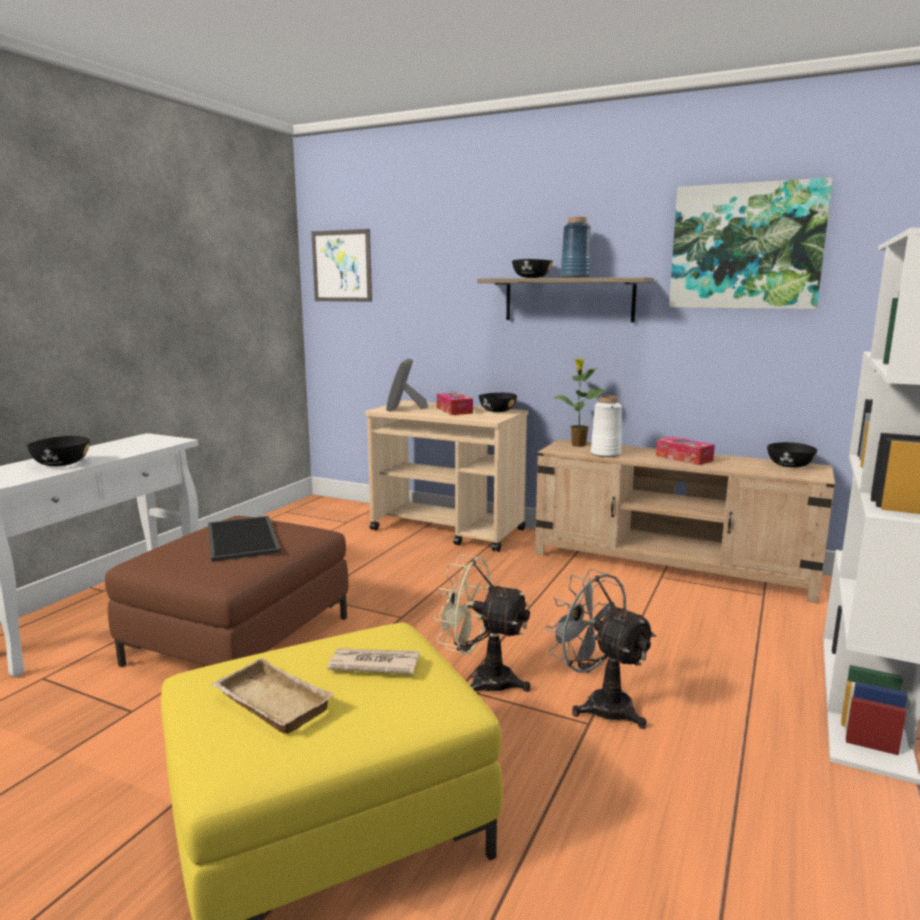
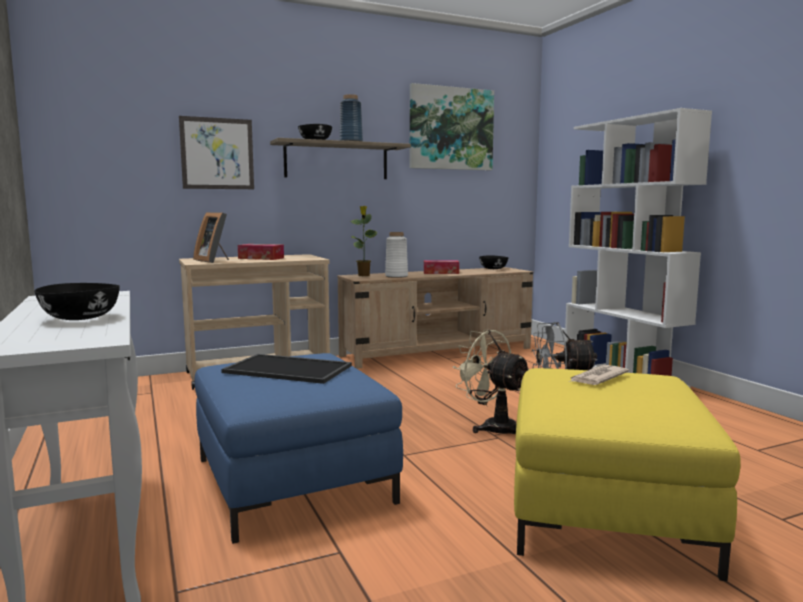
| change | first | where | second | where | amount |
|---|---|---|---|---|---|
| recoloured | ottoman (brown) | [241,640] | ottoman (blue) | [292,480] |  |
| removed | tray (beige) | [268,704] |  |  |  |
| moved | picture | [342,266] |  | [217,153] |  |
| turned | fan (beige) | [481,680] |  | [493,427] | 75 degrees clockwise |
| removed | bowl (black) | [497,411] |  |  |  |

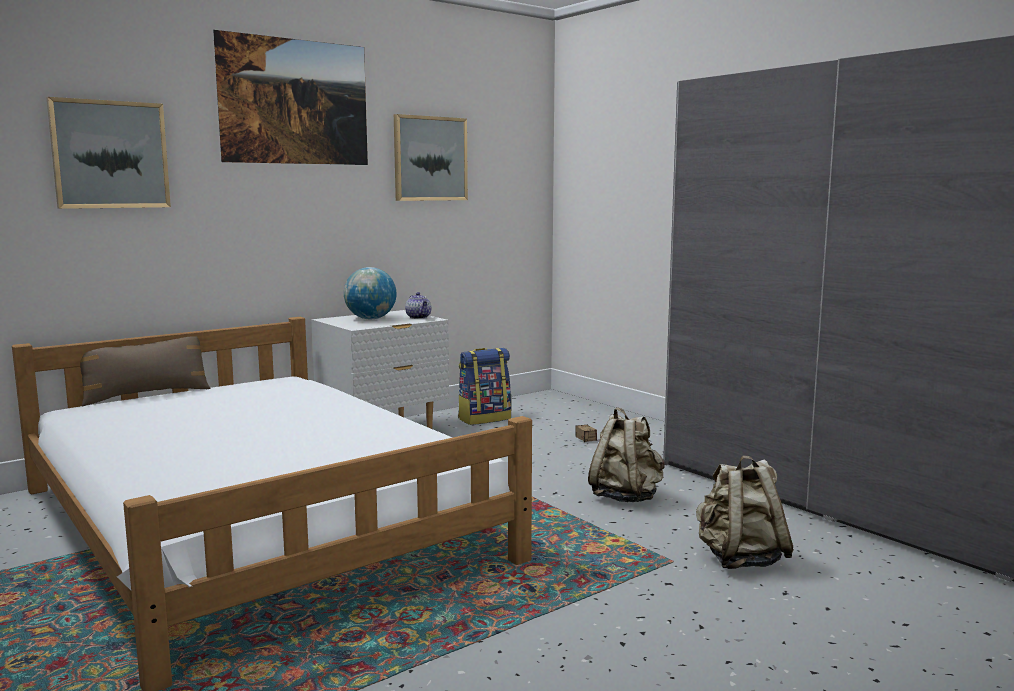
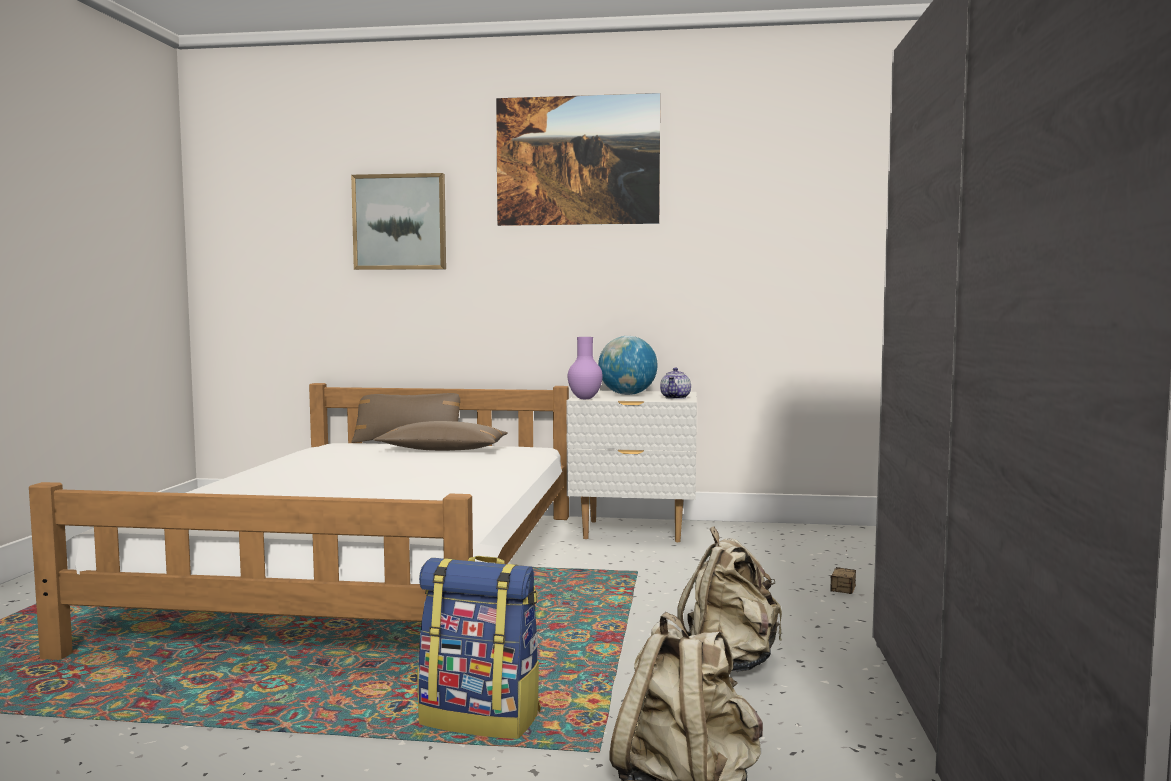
| change | first | where | second | where | amount |
|---|---|---|---|---|---|
| removed | picture | [430,159] |  |  |  |
| moved | backpack | [484,418] |  | [482,718] |  |
| added |  |  | pillow (brown) | [443,450] |  |
| added |  |  | vase (purple) | [584,398] |  |

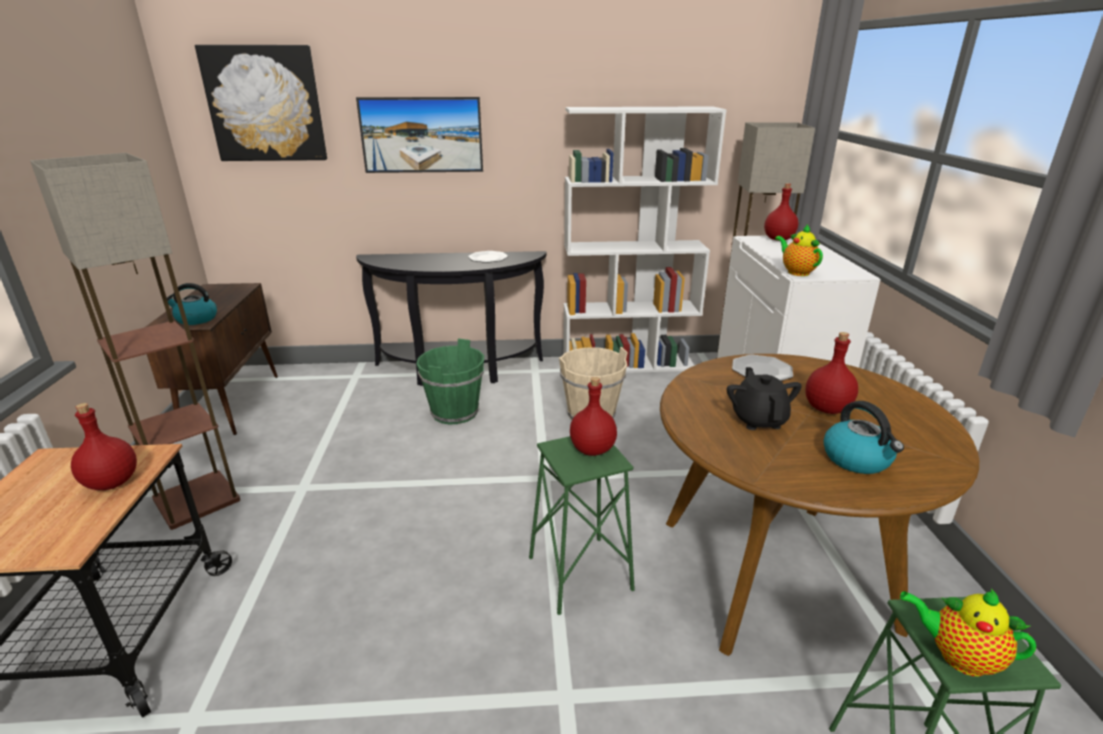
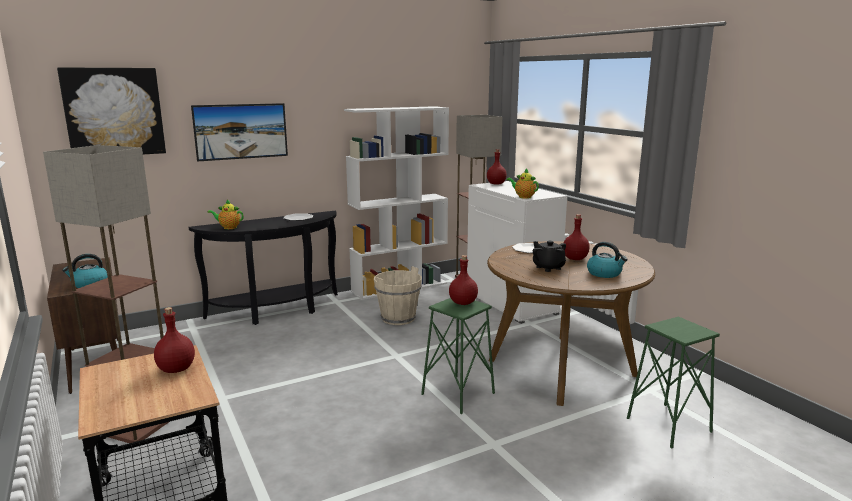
| change | first | where | second | where | amount |
|---|---|---|---|---|---|
| removed | bucket (green) | [455,412] |  |  |  |
| moved | teapot | [957,656] |  | [228,227] |  |

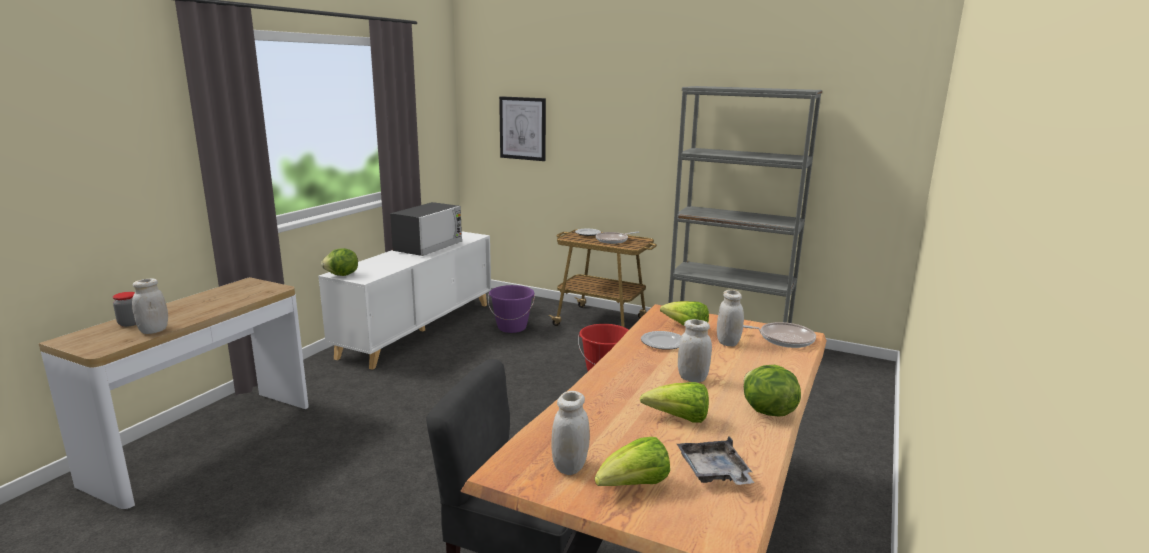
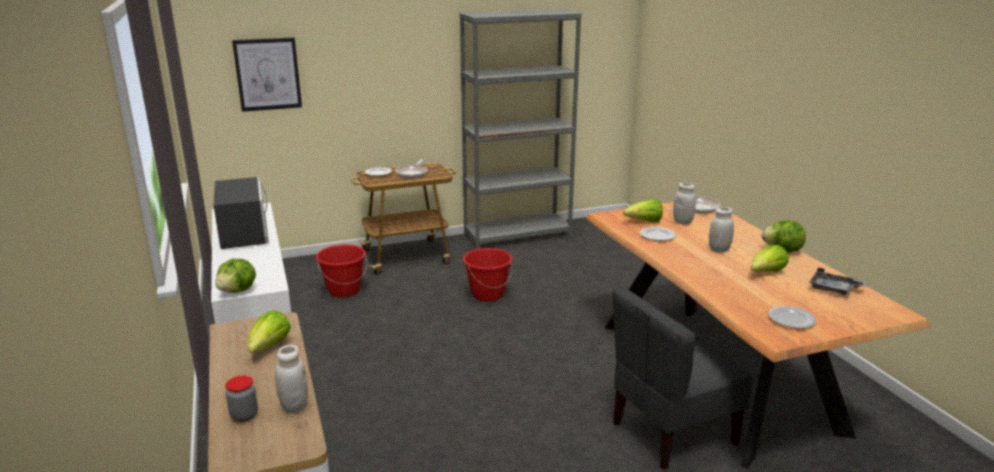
| change | first | where | second | where | amount |
|---|---|---|---|---|---|
| recoloured | bucket (purple) | [512,327] | bucket (red) | [344,291] |  |
| replaced | jar (white) | [570,466] | plate | [791,320] |  |
| moved | lettuce | [634,486] |  | [269,347] |  |

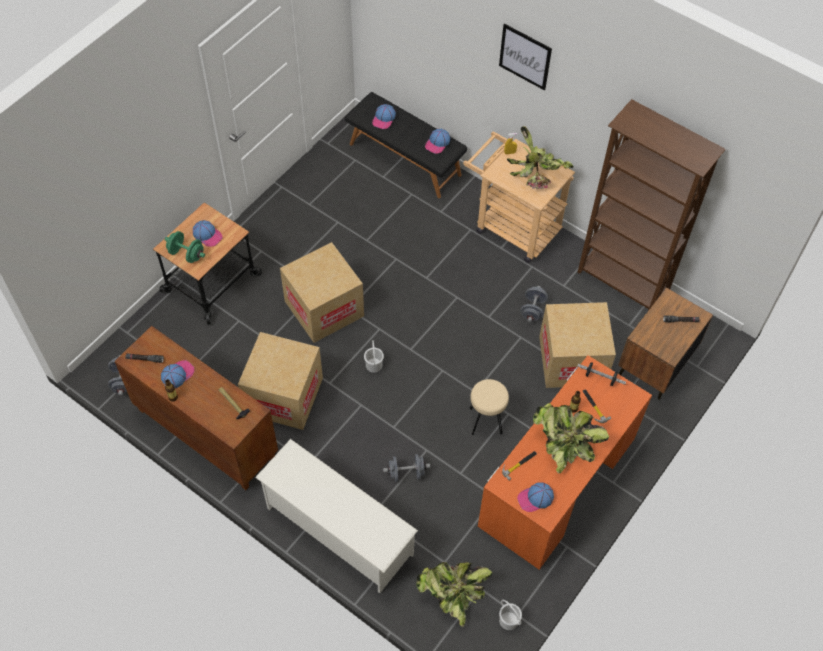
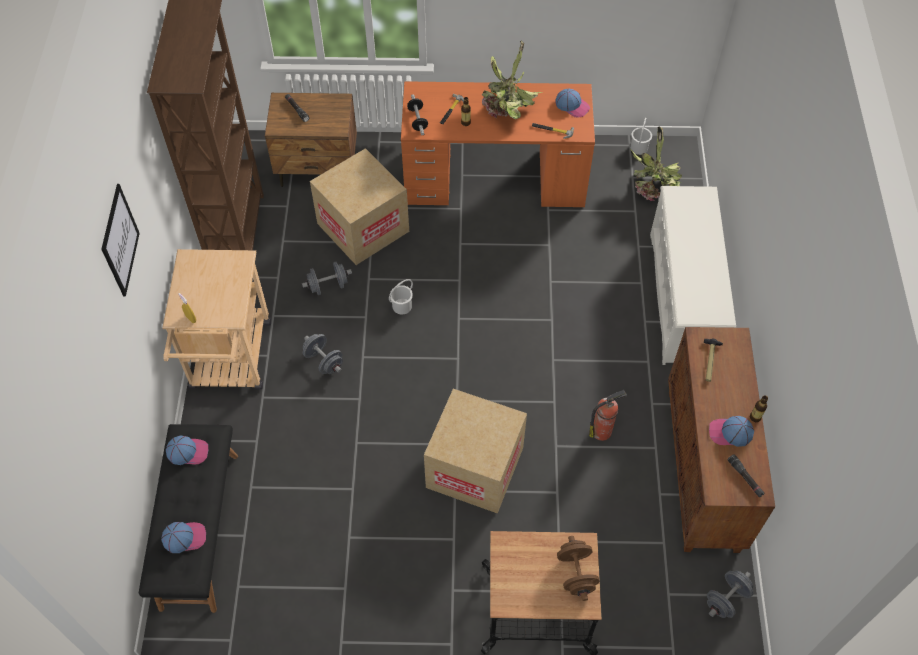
| change | first | where | second | where | amount |
|---|---|---|---|---|---|
| recoloured | dumbbell (green) | [186,254] | dumbbell (brown) | [576,573] |  |
| removed | cap | [207,235] |  |  |  |
| replaced | cardboard box | [284,396] | fire extinguisher | [602,431] |  |
| moved | bucket (white) | [373,365] |  | [402,306] |  |
| moved | dumbbell (grey) | [406,473] |  | [324,361] |  |
| removed | stool (beige) | [486,420] |  |  |  |
| removed | potted plant | [537,178] |  |  |  |

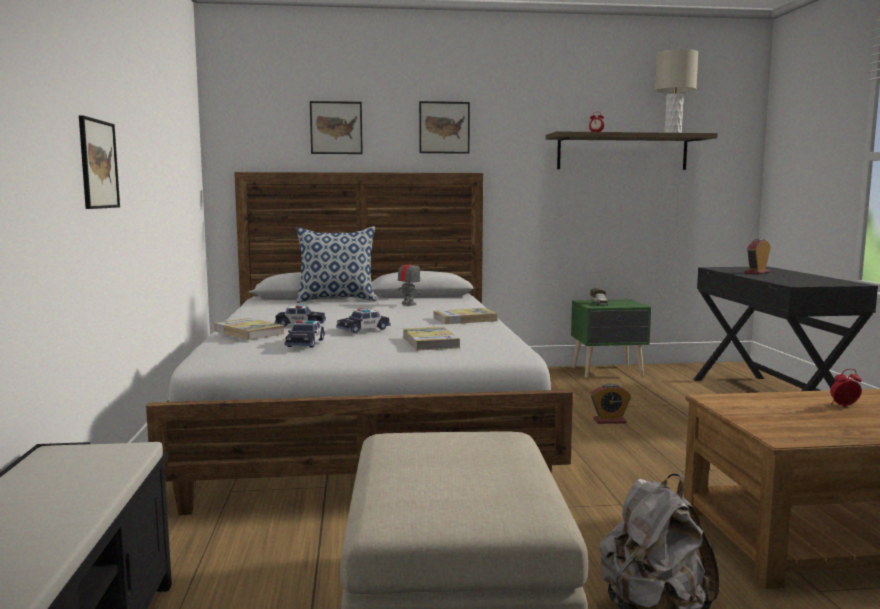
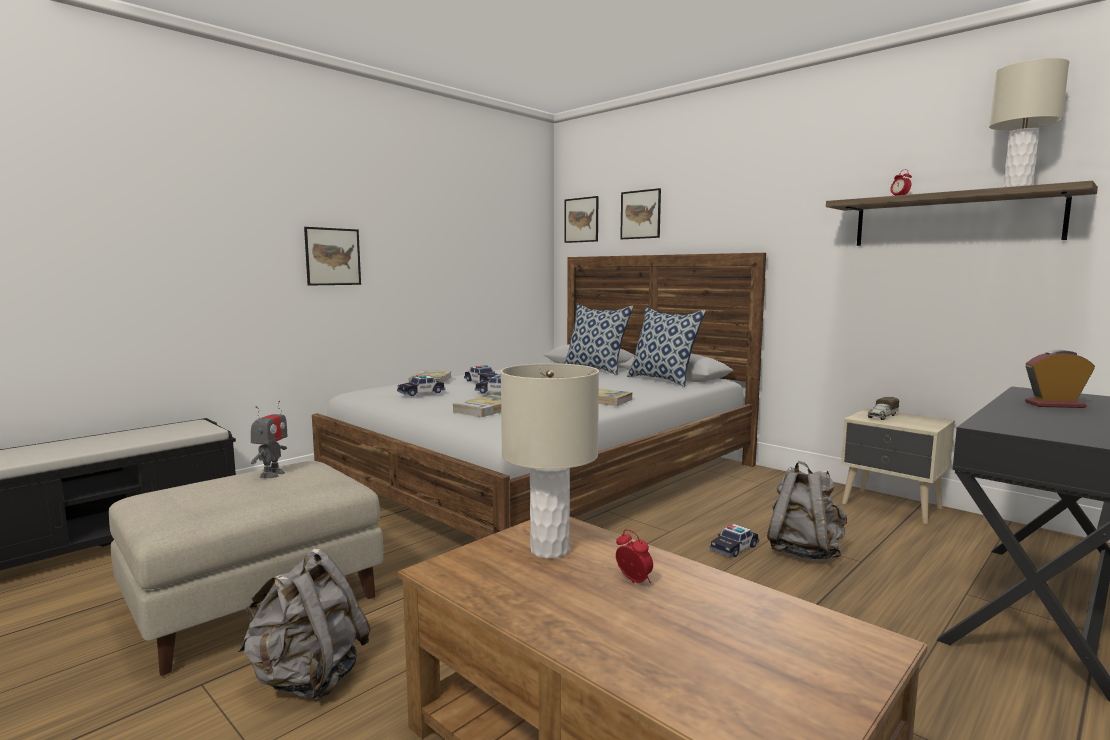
| change | first | where | second | where | amount |
|---|---|---|---|---|---|
| moved | toy robot | [409,304] |  | [272,474] |  |
| moved | picture | [444,127] |  | [581,220] |  |
| recoloured | nightstand (green) | [608,372] | nightstand (beige) | [892,507] |  |
| replaced | alarm clock | [609,421] | toy car | [734,548] |  |
| added |  |  | table lamp (beige) | [549,550] |  |
| added |  |  | pillow | [663,380] |  |
| added |  |  | backpack (grey) | [803,552] |  |

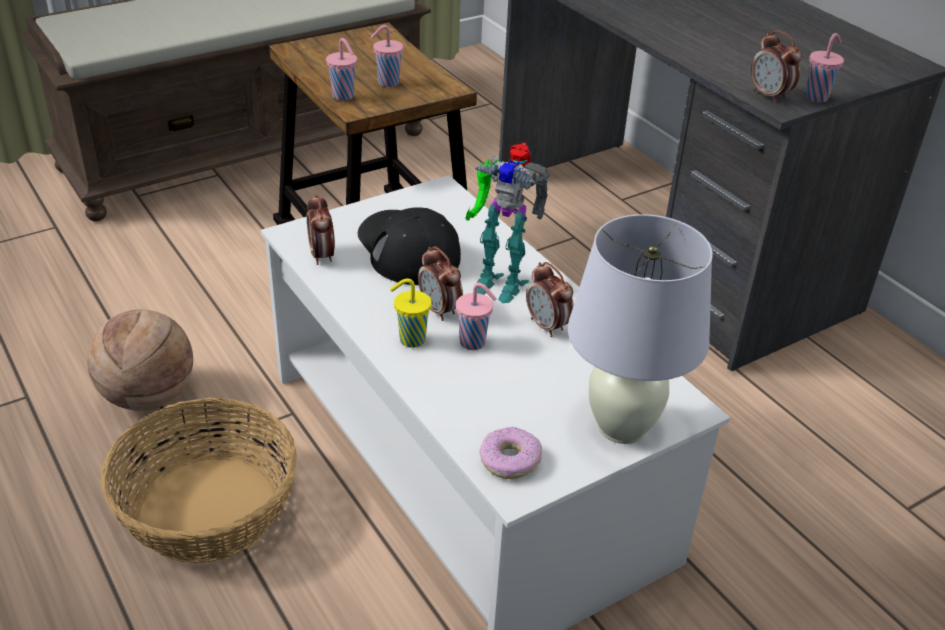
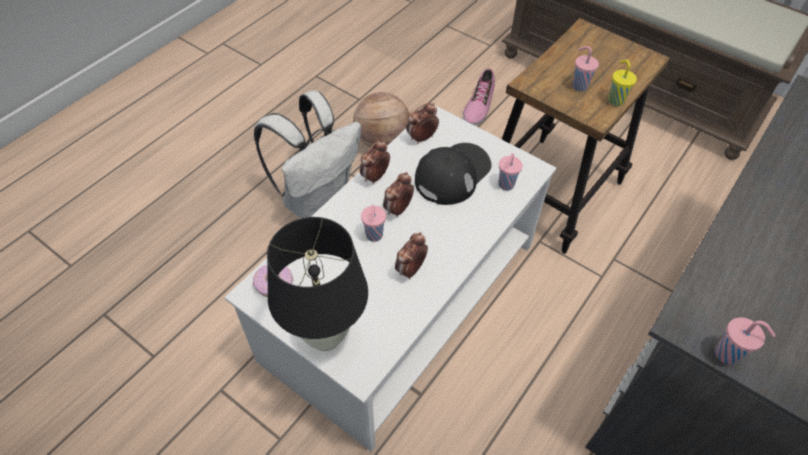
| change | first | where | second | where | amount |
|---|---|---|---|---|---|
| replaced | basket | [206,508] | backpack (white) | [317,198] |  |
| moved | cup (pink) | [344,96] |  | [505,185] |  |
| moved | cup (yellow) | [410,340] |  | [615,100] |  |
| removed | toy robot | [498,281] |  |  |  |
| recoloured | table lamp (white) | [622,427] | table lamp (black) | [326,336] |  |
| moved | alarm clock | [769,95] |  | [375,177] |  |
| added |  |  | shoe | [478,104] |  |

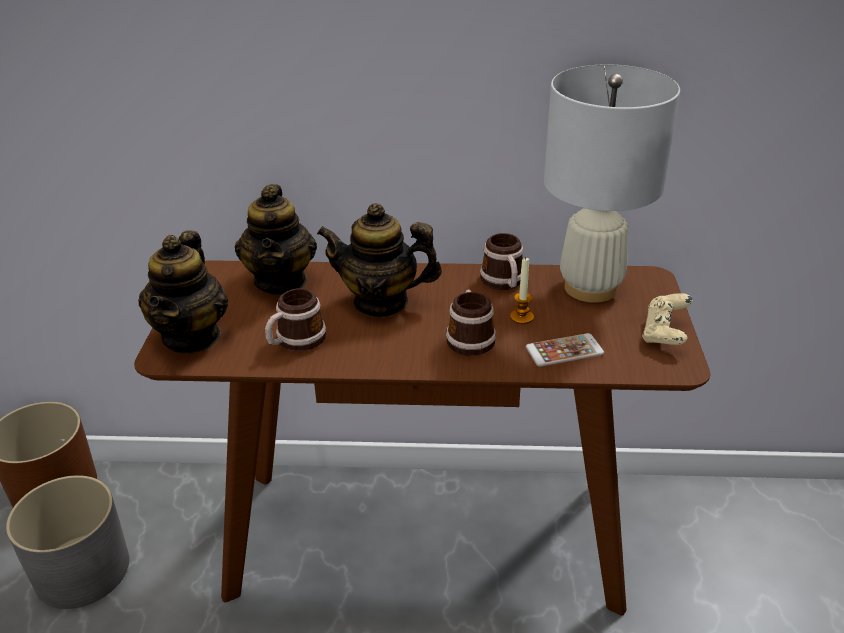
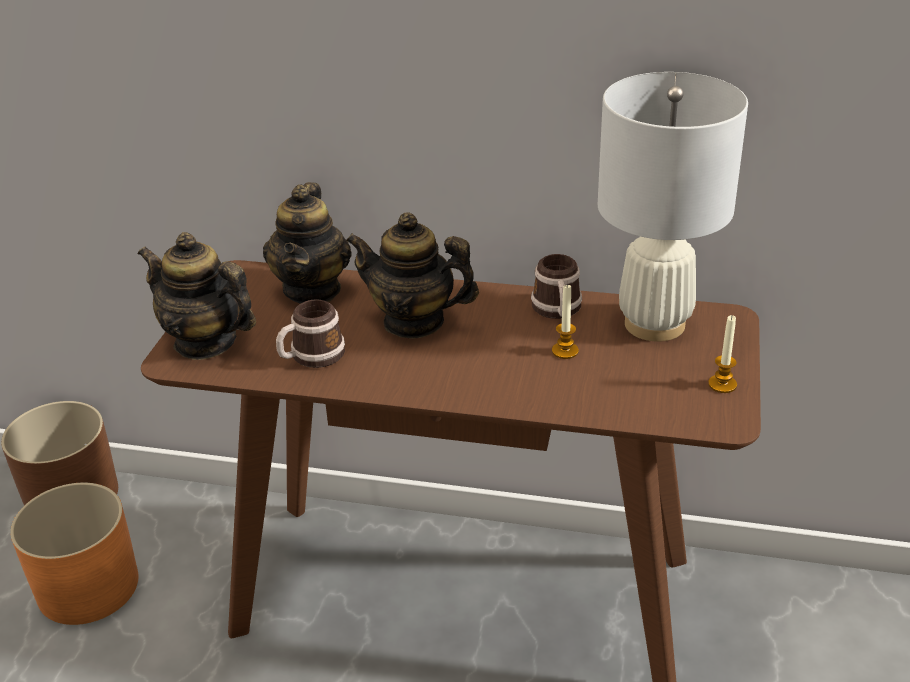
| change | first | where | second | where | amount |
|---|---|---|---|---|---|
| recoloured | planter (grey) | [83,570] | planter (orange) | [89,587] |  |
| turned | teapot | [192,336] |  | [205,342] | 105 degrees clockwise |
| removed | mug | [470,337] |  |  |  |
| removed | phone | [564,351] |  |  |  |
| replaced | game controller (beige) | [664,334] | candle | [722,384] |  |

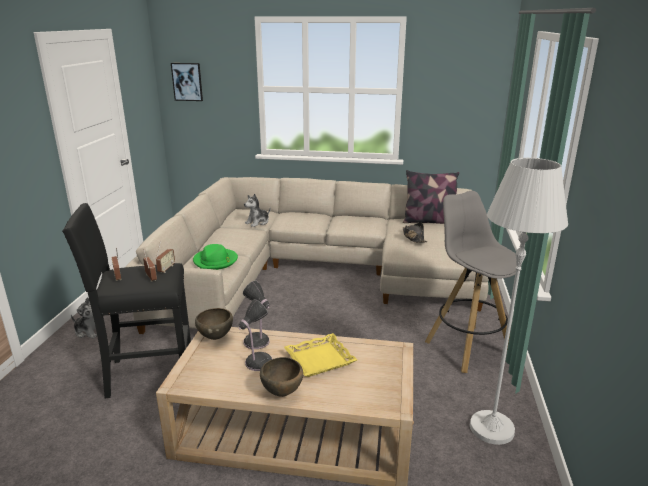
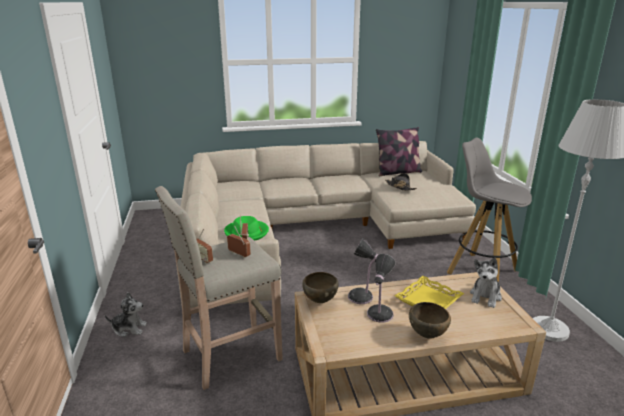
| change | first | where | second | where | amount |
|---|---|---|---|---|---|
| recoloured | stool (black) | [148,374] | stool (beige) | [229,355] |  |
| removed | picture | [187,81] |  |  |  |
| moved | plush toy | [258,222] |  | [485,296] |  |

